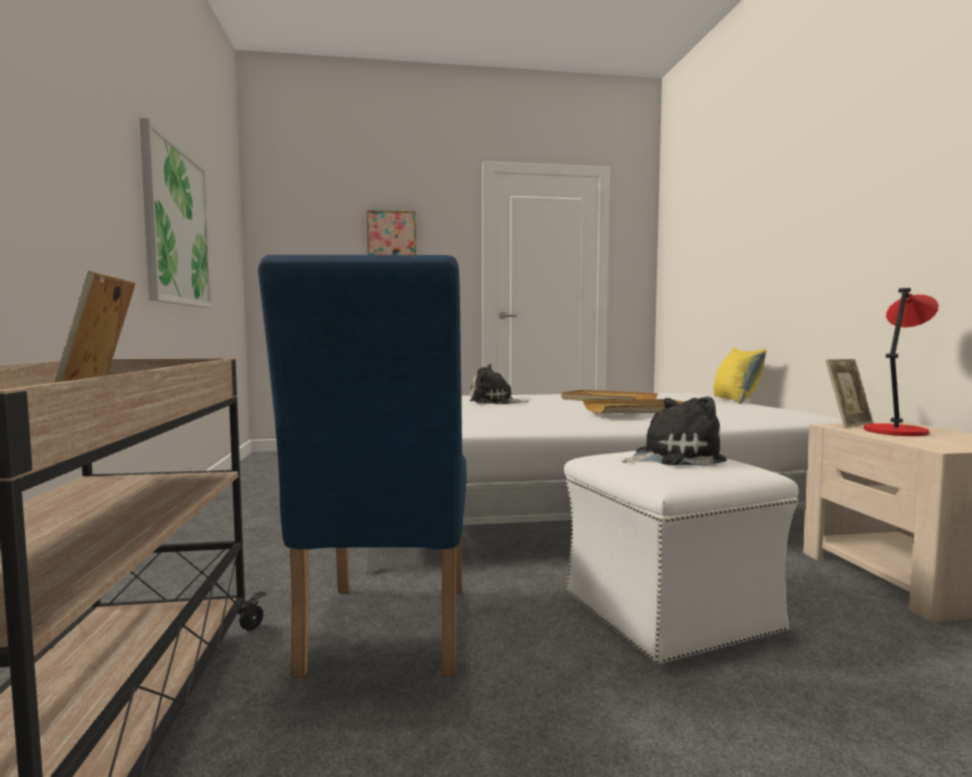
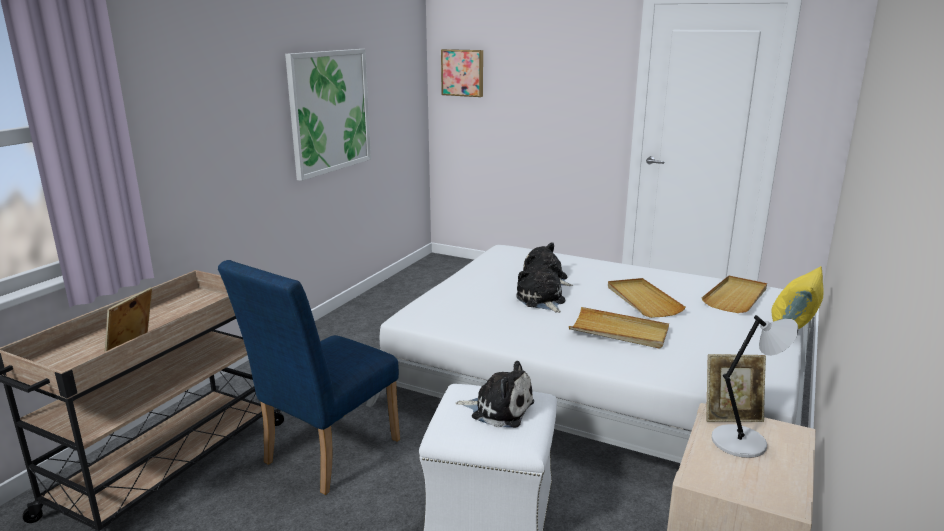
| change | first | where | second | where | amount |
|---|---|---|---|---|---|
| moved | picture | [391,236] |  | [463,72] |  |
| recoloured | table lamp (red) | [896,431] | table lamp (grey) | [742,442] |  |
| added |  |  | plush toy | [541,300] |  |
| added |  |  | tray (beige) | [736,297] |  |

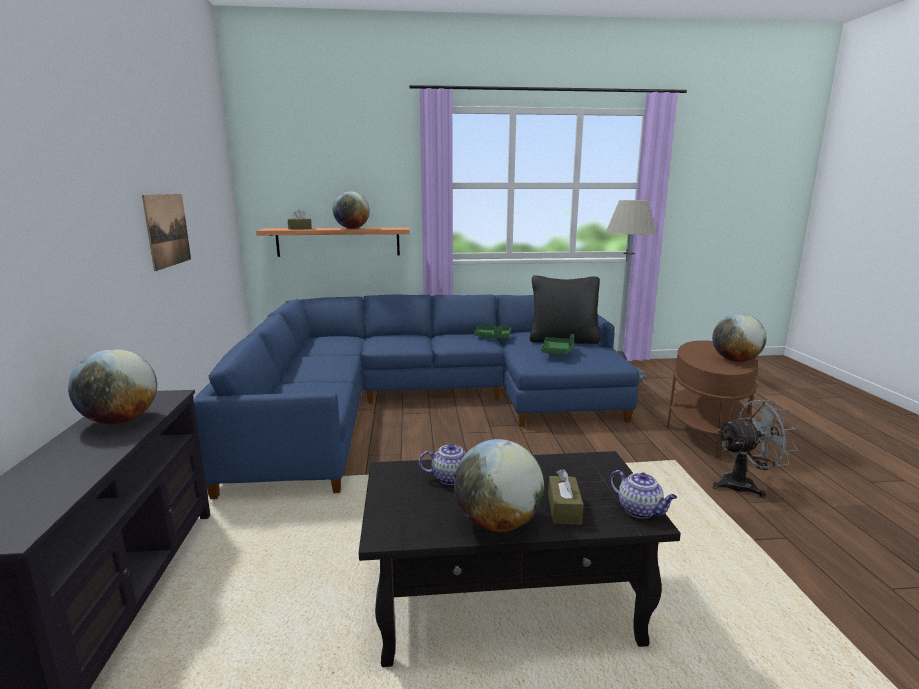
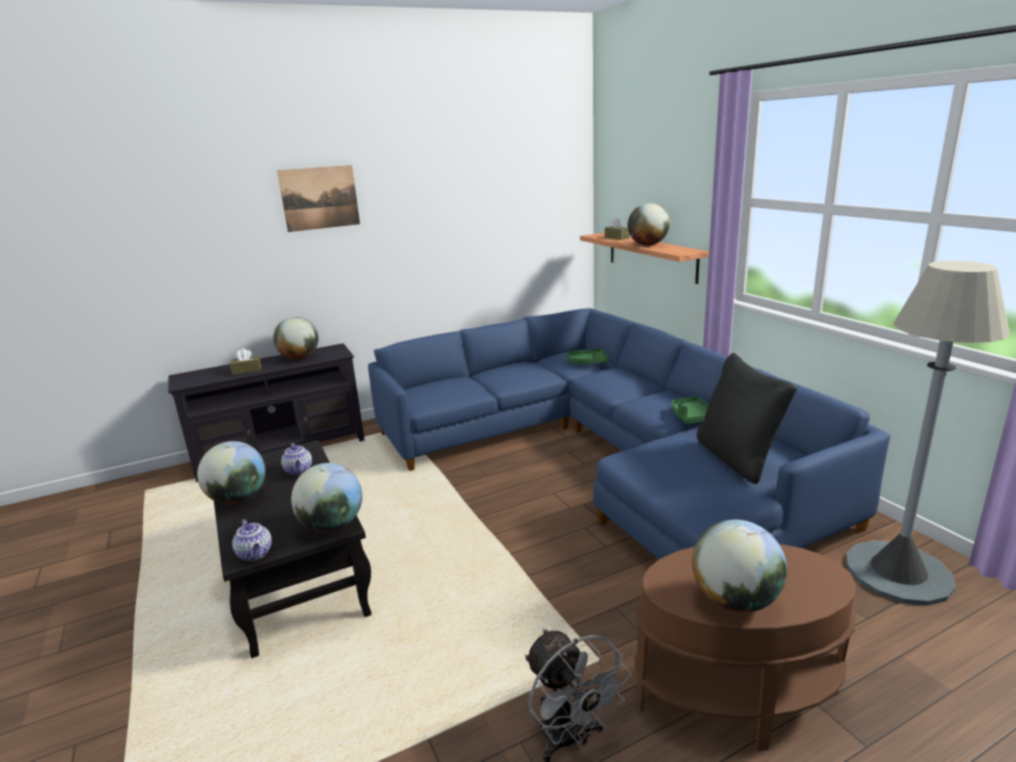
| change | first | where | second | where | amount |
|---|---|---|---|---|---|
| moved | picture | [167,230] |  | [320,198] |  |
| moved | tray (green) | [557,351] |  | [588,362] |  |
| moved | tissue box (brown) | [564,509] |  | [247,370] |  |
| turned | teapot | [640,510] |  | [255,554] | 60 degrees counterclockwise |
| added |  |  | globe | [332,526] |  |

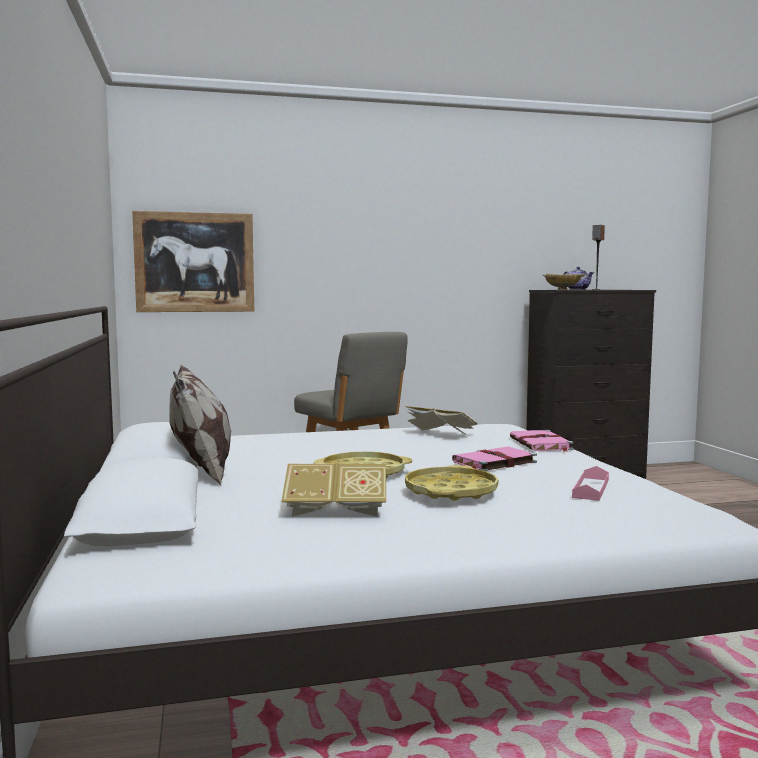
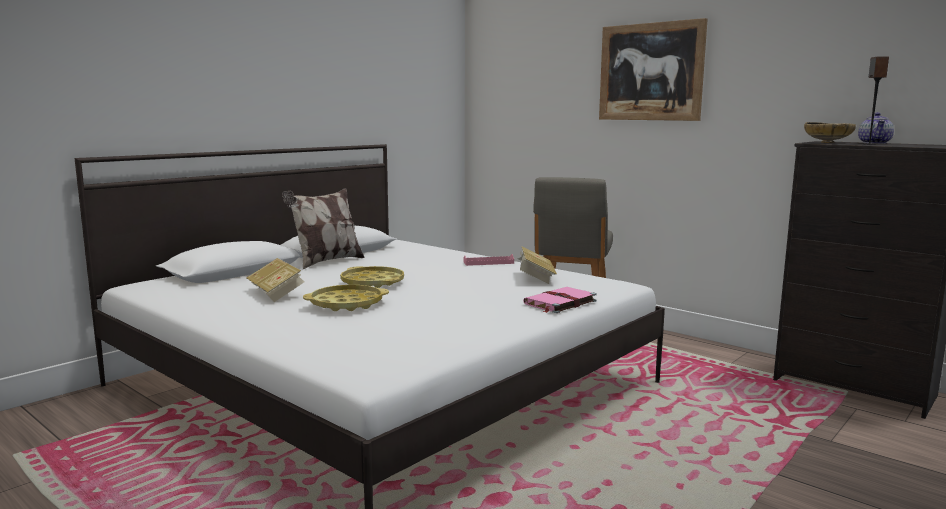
| change | first | where | second | where | amount |
|---|---|---|---|---|---|
| moved | picture | [195,262] |  | [650,72] |  |
| removed | book (pink) | [493,462] |  |  |  |
| moved | tray (pink) | [591,488] |  | [488,263] |  |

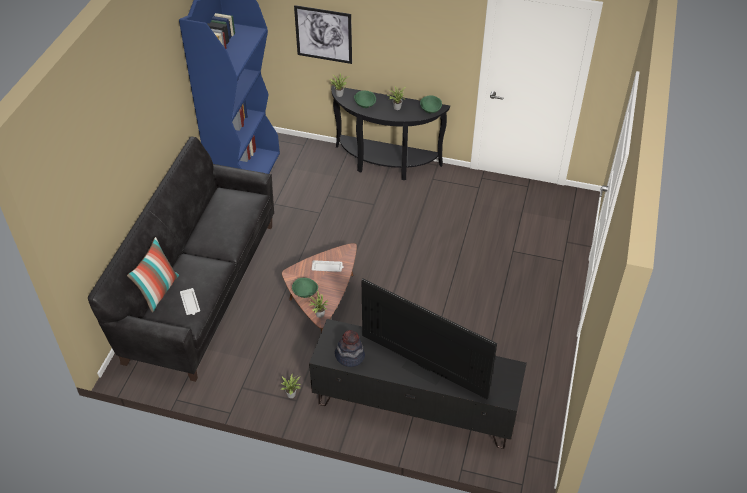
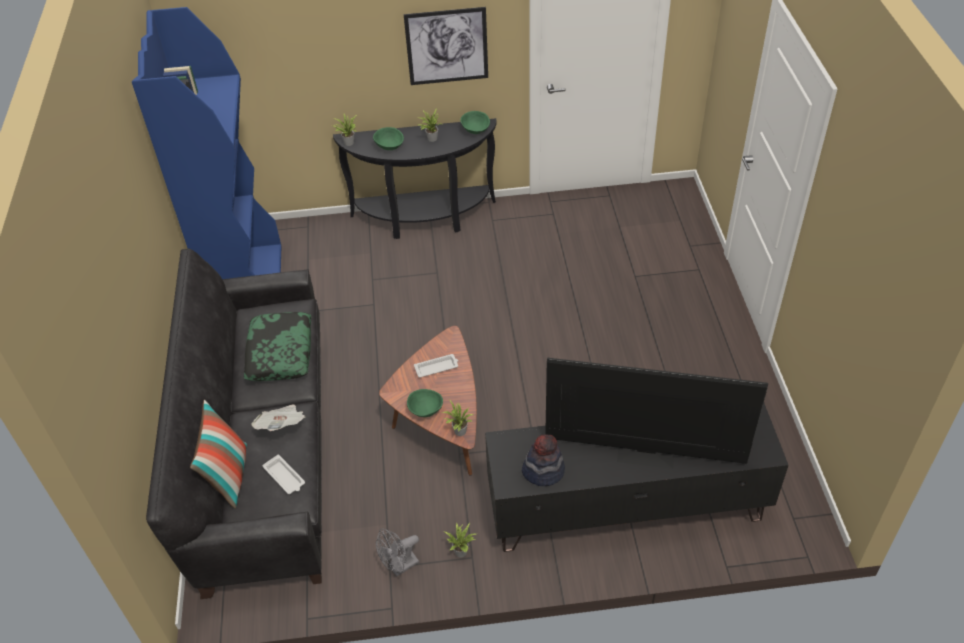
| change | first | where | second | where | amount |
|---|---|---|---|---|---|
| moved | picture | [323,34] |  | [447,46] |  |
| added |  |  | pillow | [280,353] |  |
| added |  |  | newspaper | [282,426] |  |
| added |  |  | fan (grey) | [399,567] |  |

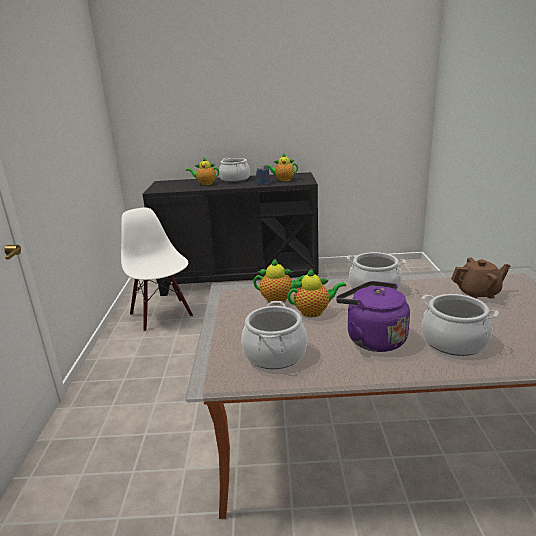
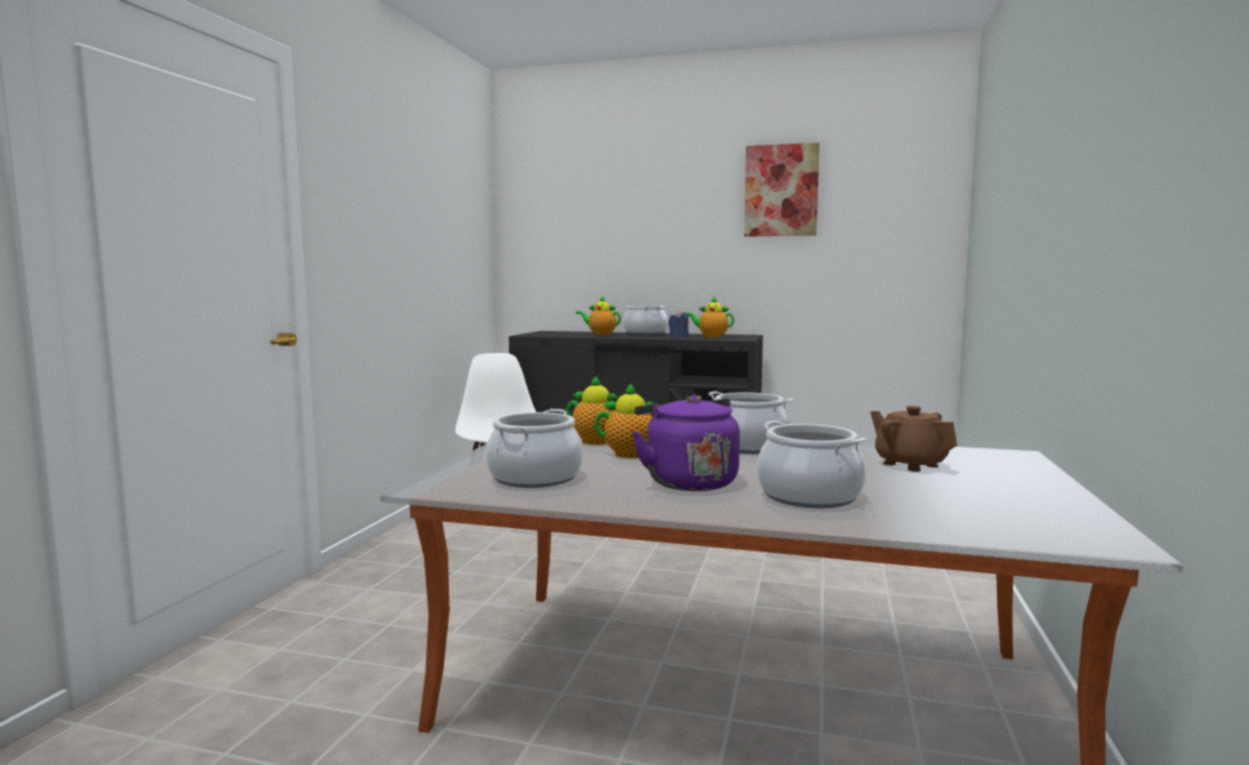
| change | first | where | second | where | amount |
|---|---|---|---|---|---|
| turned | teapot (brown) | [478,293] |  | [910,464] | 135 degrees counterclockwise |
| added |  |  | picture | [781,190] |  |

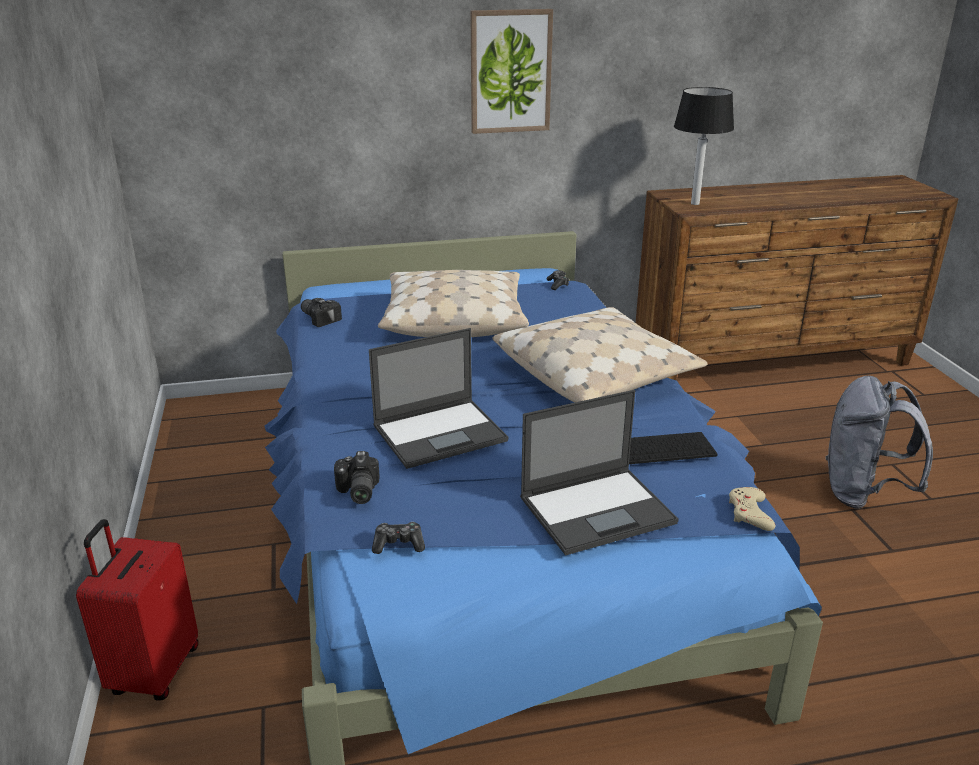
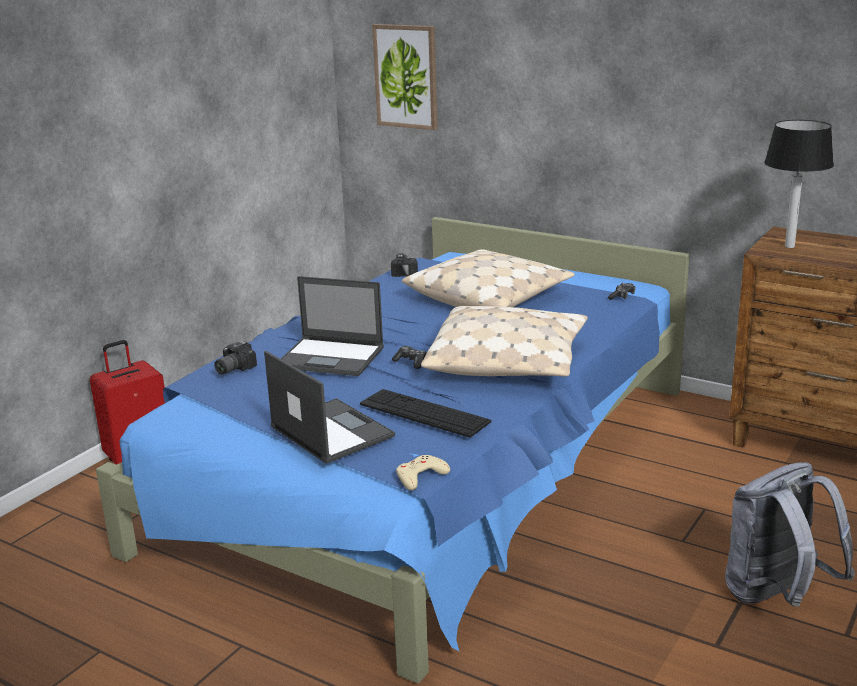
| change | first | where | second | where | amount |
|---|---|---|---|---|---|
| moved | game controller | [398,544] |  | [411,362] |  |
| moved | picture | [510,71] |  | [406,76] |  |
| turned | laptop | [598,509] |  | [330,431] | 150 degrees counterclockwise |

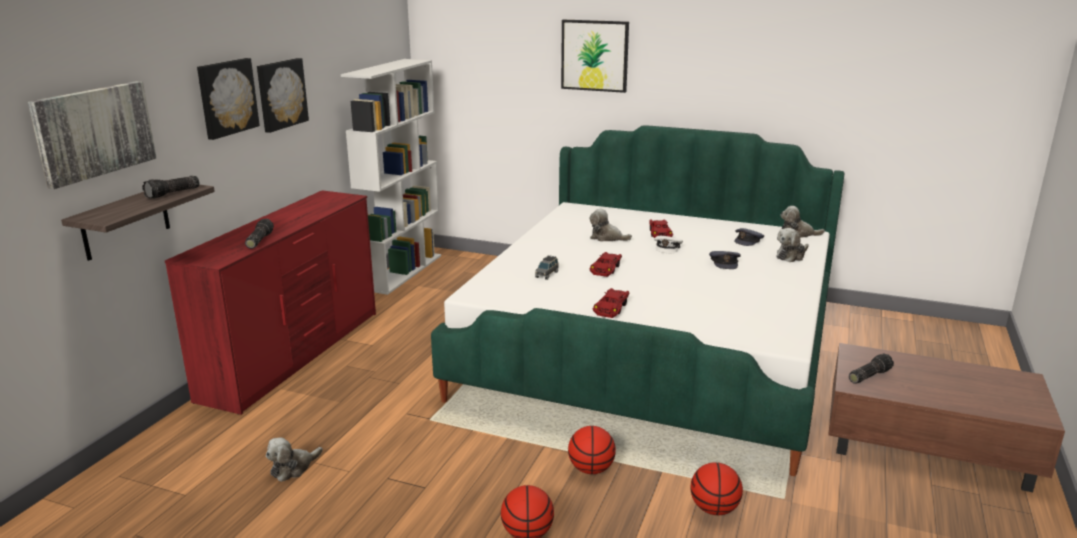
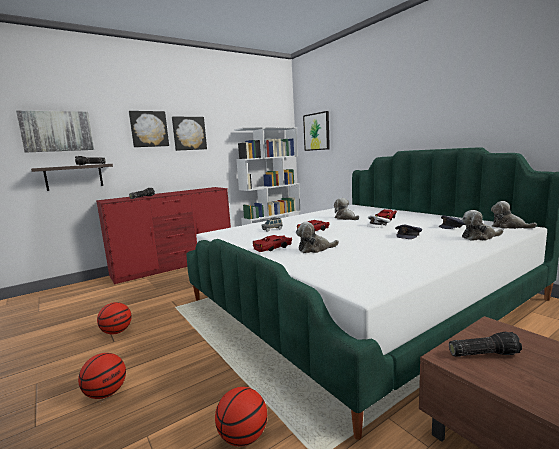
| change | first | where | second | where | amount |
|---|---|---|---|---|---|
| moved | plush toy | [293,468] |  | [315,249] |  |
| moved | picture | [594,55] |  | [316,131] |  |
| moved | basketball | [591,469] |  | [116,332] |  |

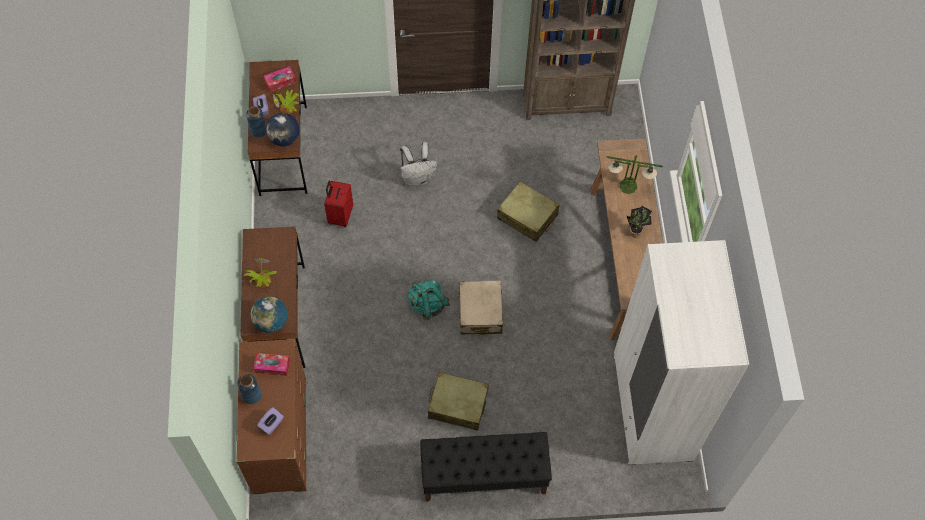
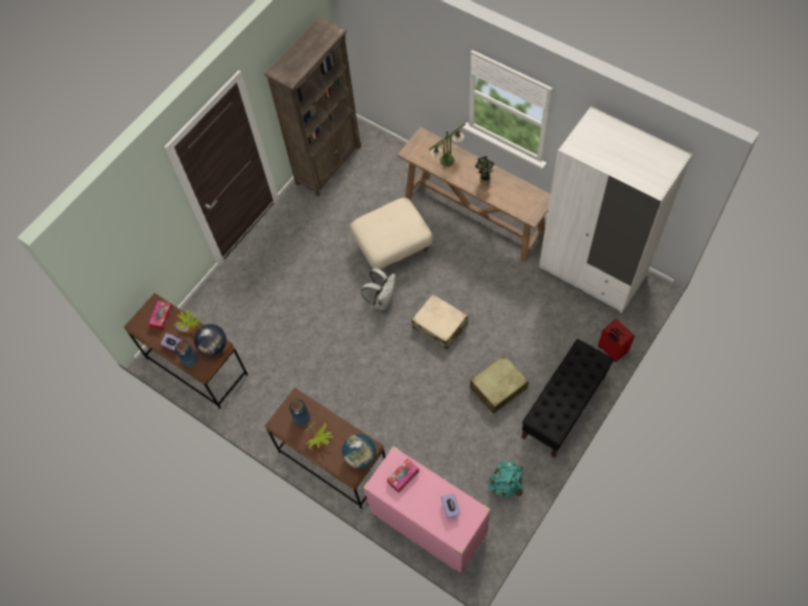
| change | first | where | second | where | amount |
|---|---|---|---|---|---|
| recoloured | dresser (brown) | [280,436] | dresser (pink) | [428,524] |  |
| moved | vase (blue) | [251,395] |  | [301,417] |  |
| moved | suitcase (red) | [340,216] |  | [611,350] |  |
| moved | backpack (white) | [417,178] |  | [382,300] |  |
| moved | backpack (turquoise) | [428,305] |  | [506,484] |  |
| replaced | suitcase (beige) | [527,217] | ottoman (beige) | [392,247] |  |

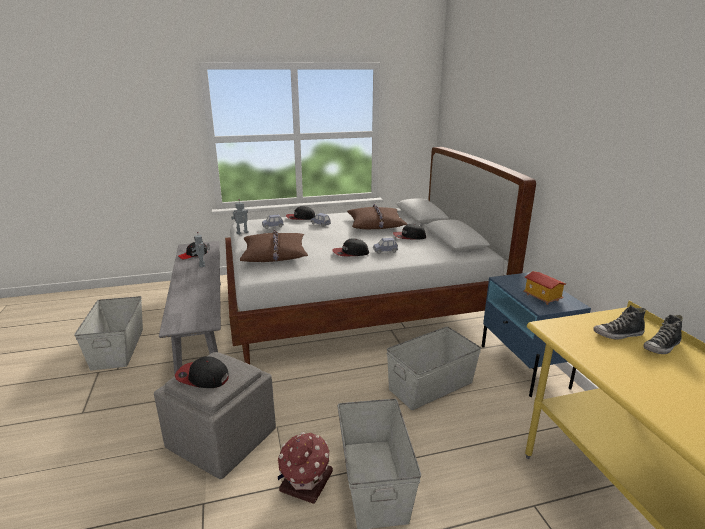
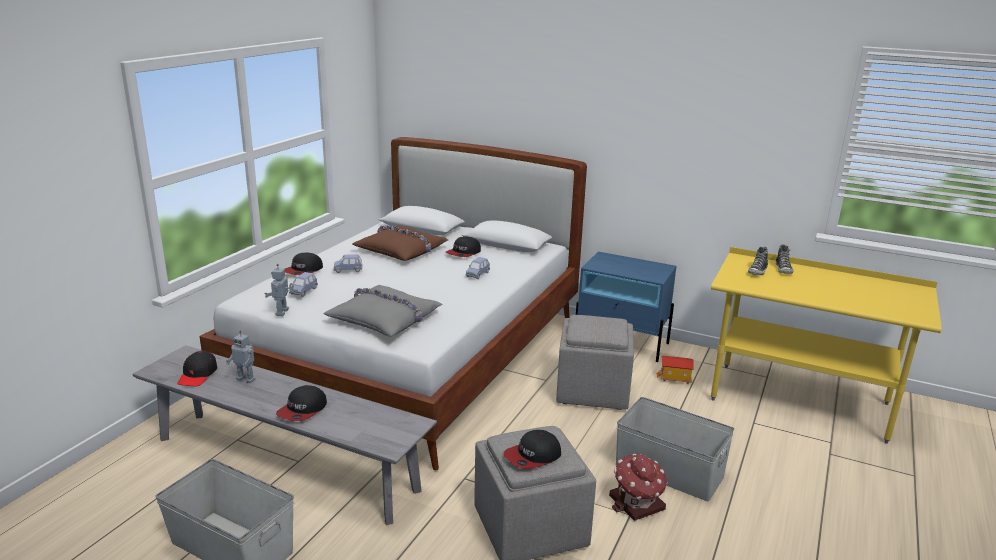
| change | first | where | second | where | amount |
|---|---|---|---|---|---|
| recoloured | pillow (brown) | [274,254] | pillow (grey) | [385,319] |  |
| moved | cap | [350,253] |  | [302,410] |  |
| replaced | storage box (grey) | [431,385] | ottoman (grey) | [593,390] |  |
| moved | toy house | [541,297] |  | [675,378] |  |

